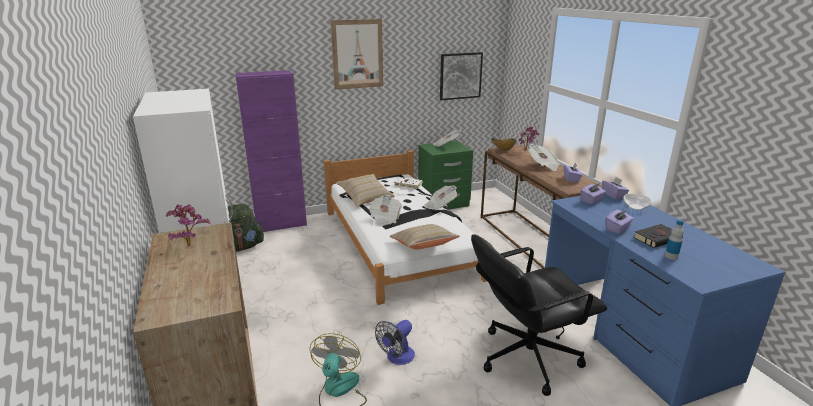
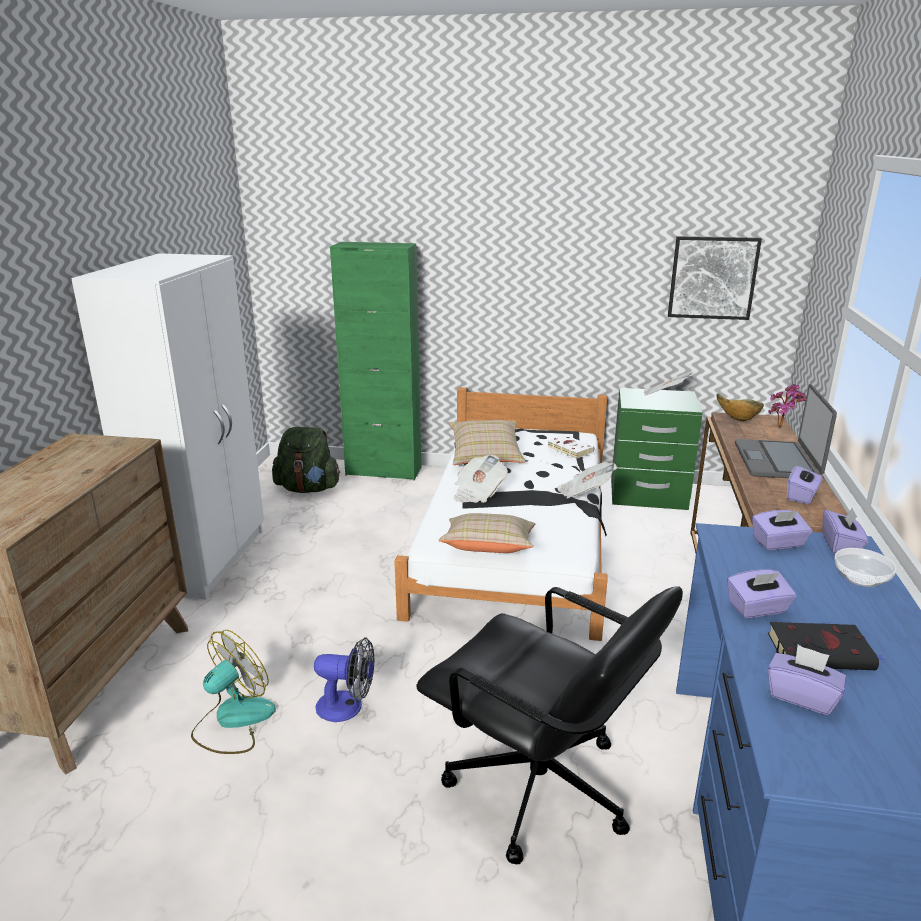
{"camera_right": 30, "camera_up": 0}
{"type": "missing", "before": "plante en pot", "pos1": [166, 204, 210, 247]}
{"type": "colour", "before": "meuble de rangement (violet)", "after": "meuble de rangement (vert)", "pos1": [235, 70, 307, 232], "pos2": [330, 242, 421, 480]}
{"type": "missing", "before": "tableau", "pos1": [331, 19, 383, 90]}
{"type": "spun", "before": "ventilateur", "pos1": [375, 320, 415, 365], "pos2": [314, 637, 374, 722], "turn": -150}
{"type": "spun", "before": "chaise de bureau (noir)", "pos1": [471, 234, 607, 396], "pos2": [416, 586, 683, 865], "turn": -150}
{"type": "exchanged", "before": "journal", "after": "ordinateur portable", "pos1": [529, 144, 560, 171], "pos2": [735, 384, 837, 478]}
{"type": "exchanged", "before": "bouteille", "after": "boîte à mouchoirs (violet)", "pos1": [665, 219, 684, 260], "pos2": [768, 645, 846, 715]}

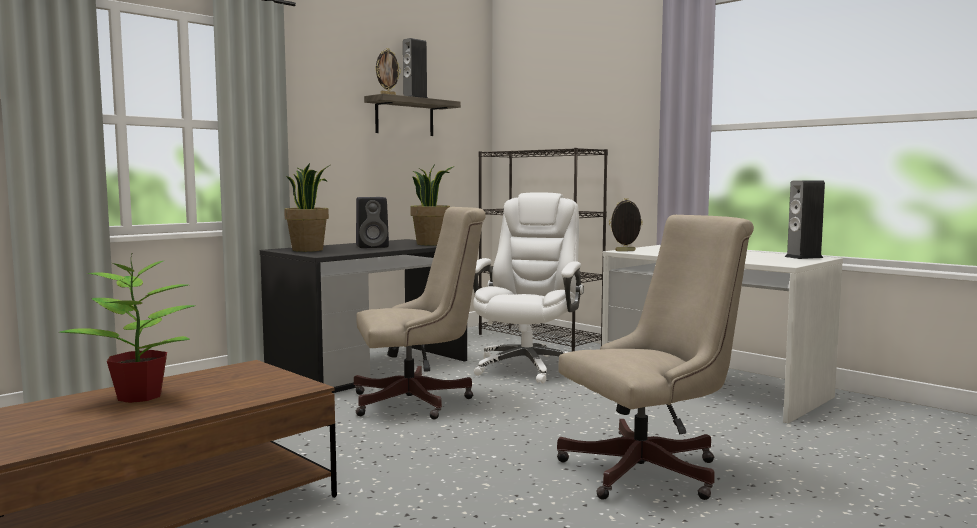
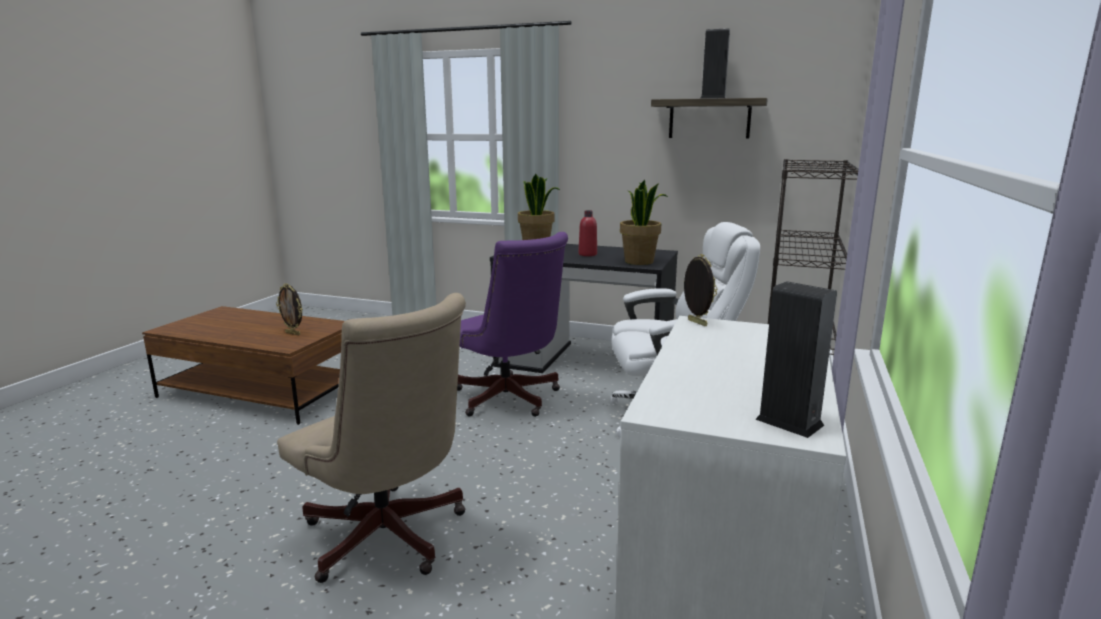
{"camera_right": 65, "camera_up": 10}
{"type": "missing", "before": "plante en pot", "pos1": [59, 252, 195, 403]}
{"type": "colour", "before": "chaise de bureau (beige)", "after": "chaise de bureau (violet)", "pos1": [354, 207, 486, 420], "pos2": [457, 232, 568, 417]}
{"type": "exchanged", "before": "enceinte (noir)", "after": "bouteille (rouge)", "pos1": [356, 197, 389, 248], "pos2": [578, 210, 597, 256]}
{"type": "relocated", "before": "cadre photo", "pos1": [375, 48, 401, 95], "pos2": [276, 283, 302, 335]}

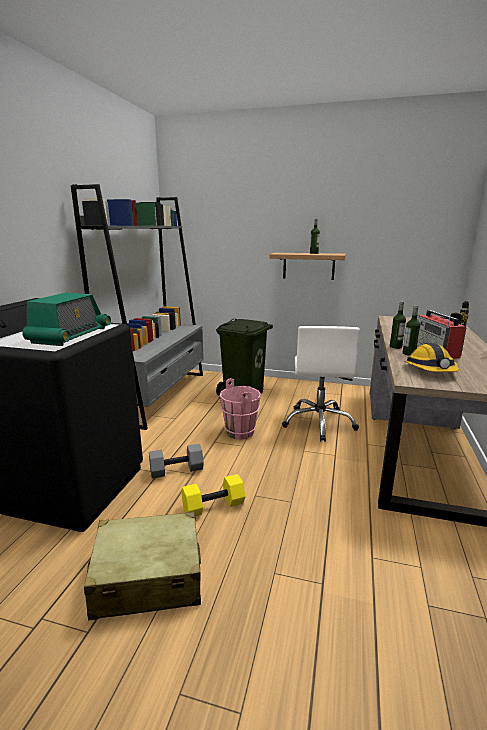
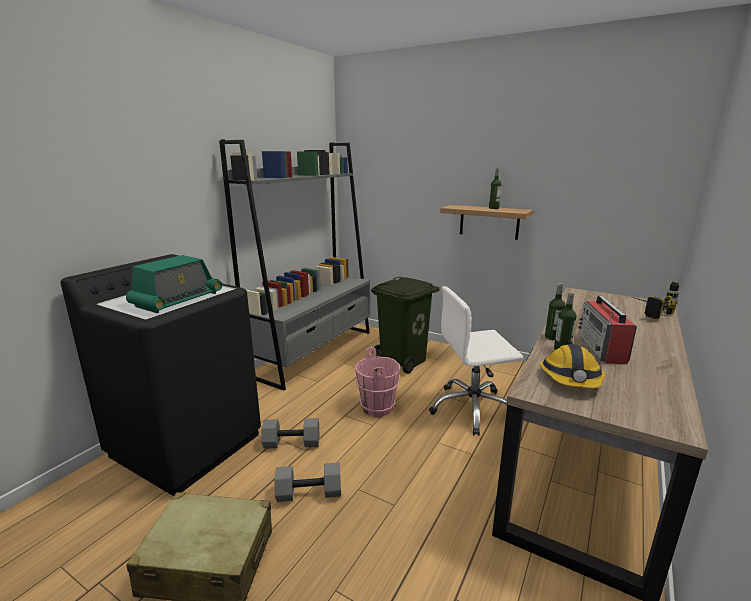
{"camera_right": 15, "camera_up": 0}
{"type": "colour", "before": "haltère (jaune)", "after": "haltère (gris)", "pos1": [181, 474, 245, 516], "pos2": [275, 462, 341, 502]}
{"type": "spun", "before": "chaise de bureau (blanc)", "pos1": [282, 326, 360, 442], "pos2": [429, 286, 523, 436], "turn": 60}

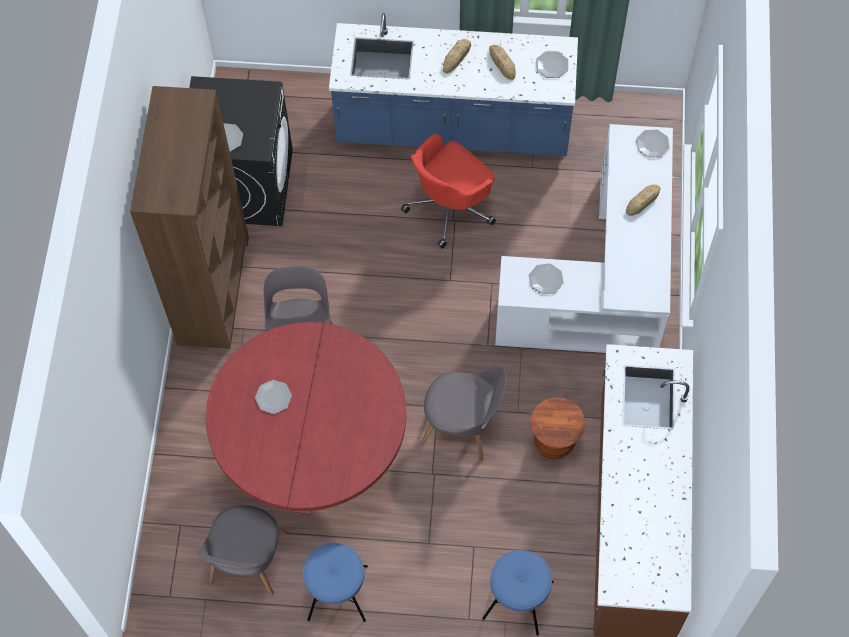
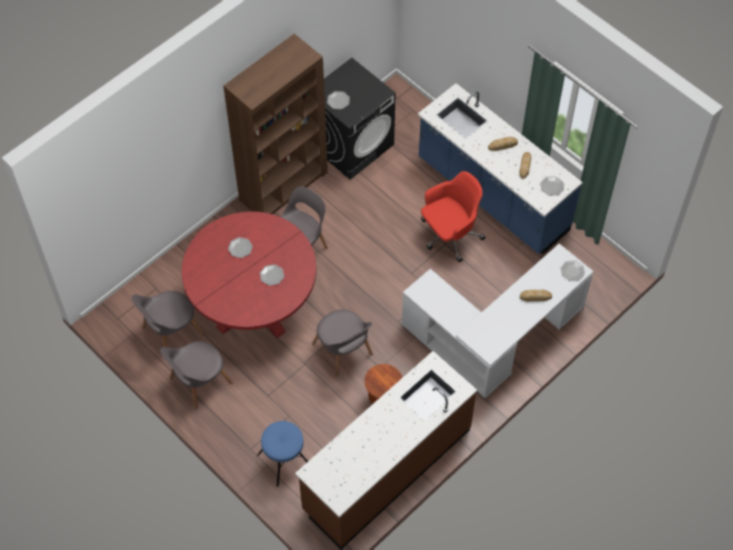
{"camera_right": 40, "camera_up": -5}
{"type": "exchanged", "before": "tabouret (bleu)", "after": "chaise (gris)", "pos1": [303, 543, 368, 622], "pos2": [160, 341, 232, 409]}
{"type": "spun", "before": "chaise de bureau (rouge)", "pos1": [401, 133, 496, 249], "pos2": [421, 171, 486, 262], "turn": 150}
{"type": "relocated", "before": "assiette", "pos1": [529, 263, 564, 294], "pos2": [260, 264, 284, 286]}

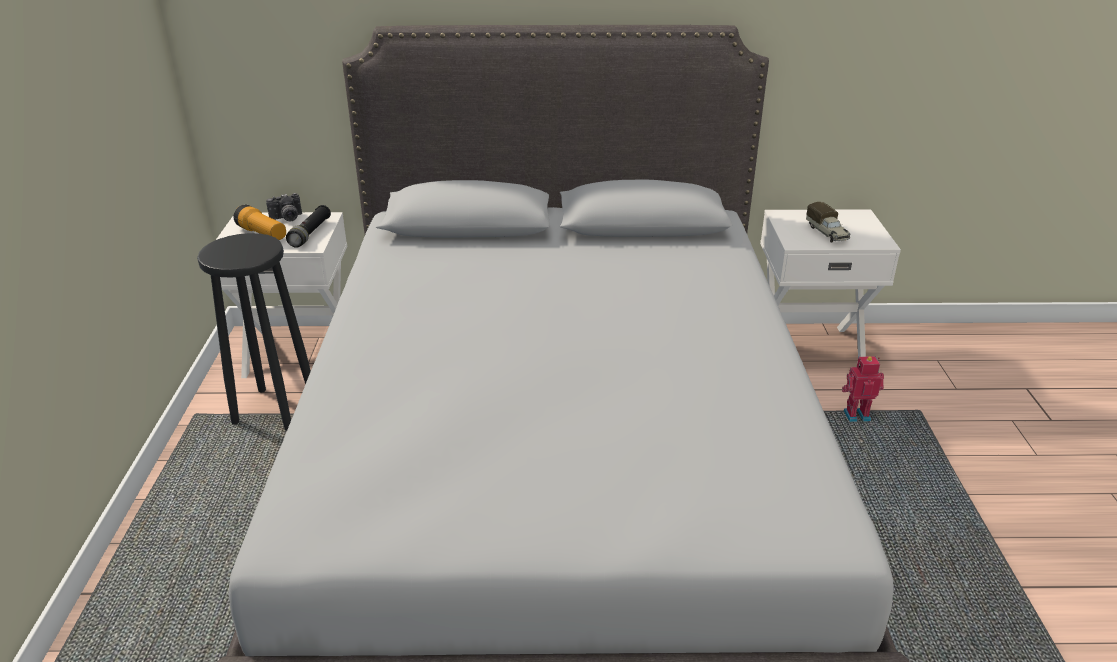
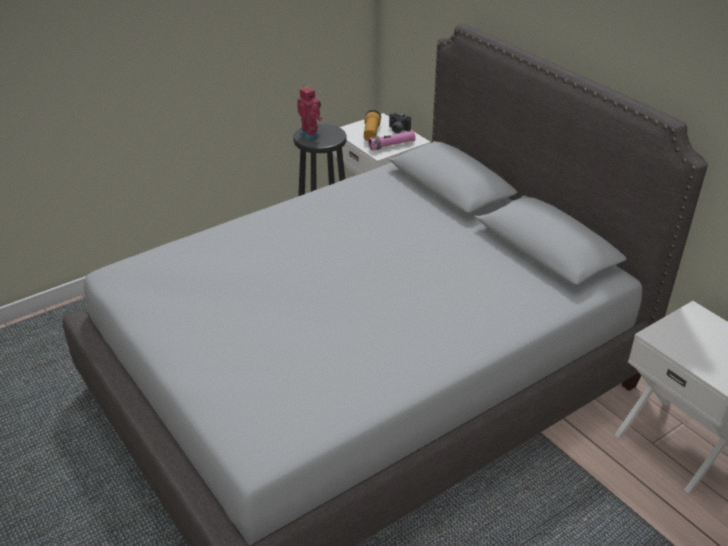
{"camera_right": 55, "camera_up": 5}
{"type": "colour", "before": "lampe de poche (noir)", "after": "lampe de poche (rose)", "pos1": [286, 205, 331, 248], "pos2": [368, 130, 416, 150]}
{"type": "missing", "before": "camion jouet", "pos1": [806, 202, 851, 243]}
{"type": "relocated", "before": "robot jouet", "pos1": [842, 356, 884, 422], "pos2": [297, 85, 322, 140]}

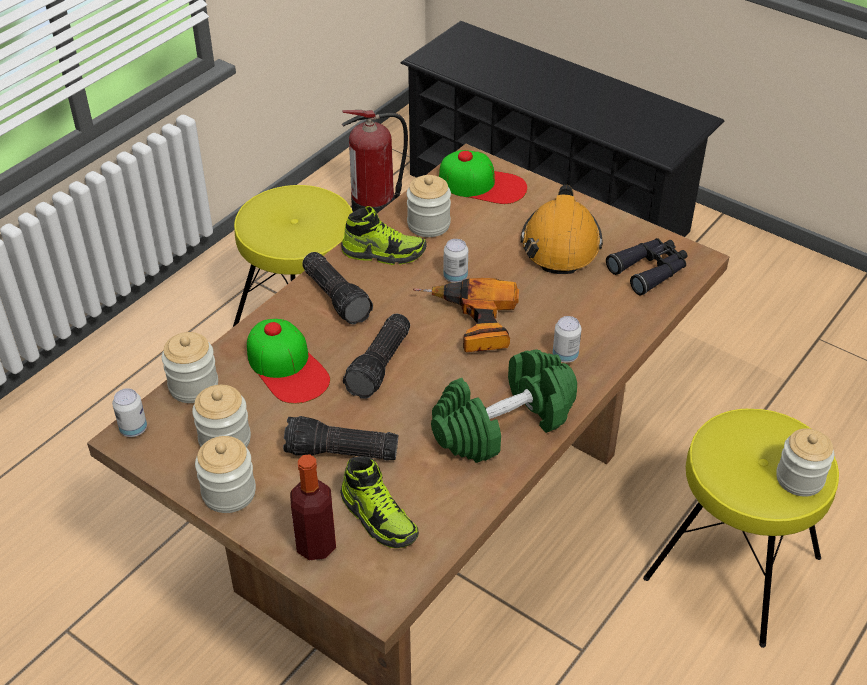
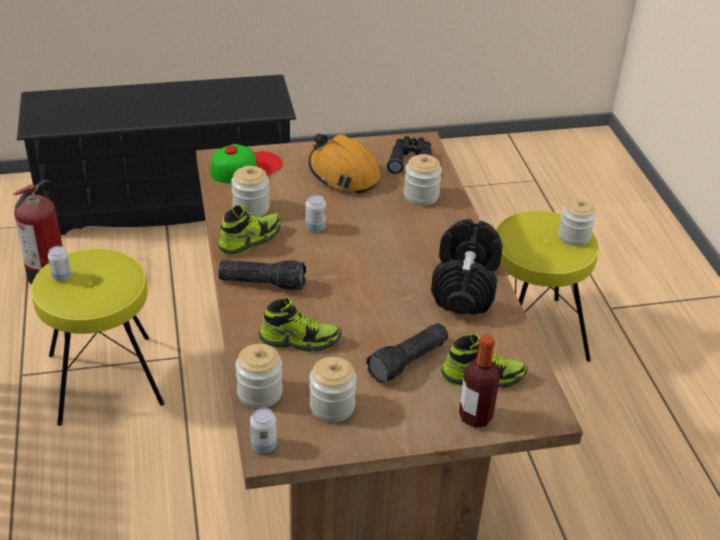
{"camera_right": -50, "camera_up": -5}
{"type": "relocated", "before": "bocal", "pos1": [195, 436, 256, 513], "pos2": [404, 154, 442, 206]}
{"type": "exchanged", "before": "casquette", "after": "chaussure", "pos1": [247, 319, 330, 404], "pos2": [259, 297, 342, 353]}
{"type": "missing", "before": "lampe de poche", "pos1": [343, 314, 410, 399]}
{"type": "missing", "before": "perceuse", "pos1": [413, 278, 519, 352]}
{"type": "colour", "before": "haltère (vert)", "after": "haltère (noir)", "pos1": [431, 349, 577, 463], "pos2": [431, 219, 503, 315]}
{"type": "relocated", "before": "boîte métallique", "pos1": [553, 316, 582, 363], "pos2": [48, 246, 71, 281]}

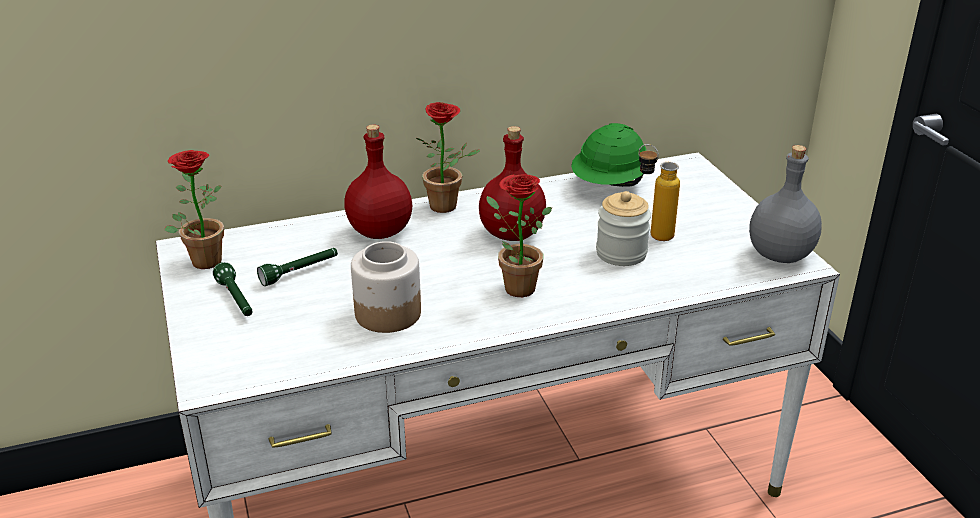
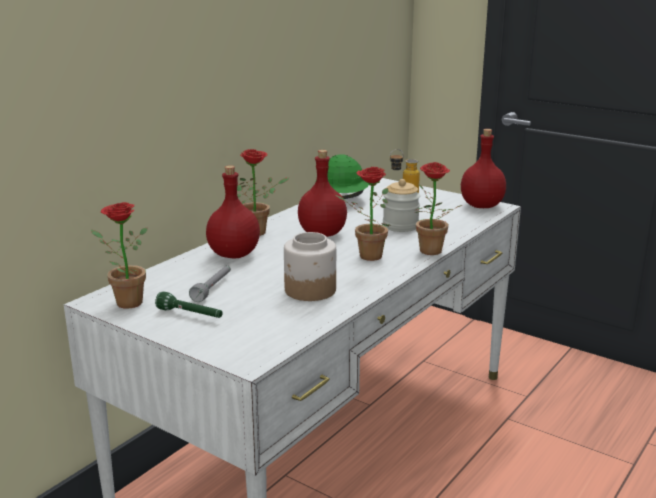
{"camera_right": -35, "camera_up": -10}
{"type": "colour", "before": "lampe de poche (vert)", "after": "lampe de poche (gris)", "pos1": [257, 248, 338, 286], "pos2": [189, 265, 231, 302]}
{"type": "colour", "before": "bouteille (gris)", "after": "bouteille (rouge)", "pos1": [749, 145, 822, 263], "pos2": [461, 129, 506, 208]}
{"type": "appeared", "after": "plante en pot", "pos2": [414, 162, 462, 255]}

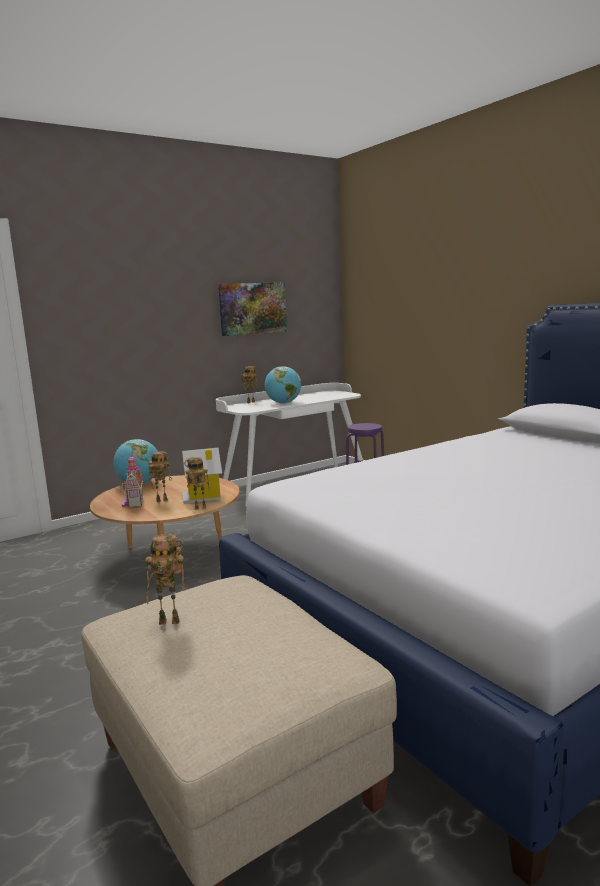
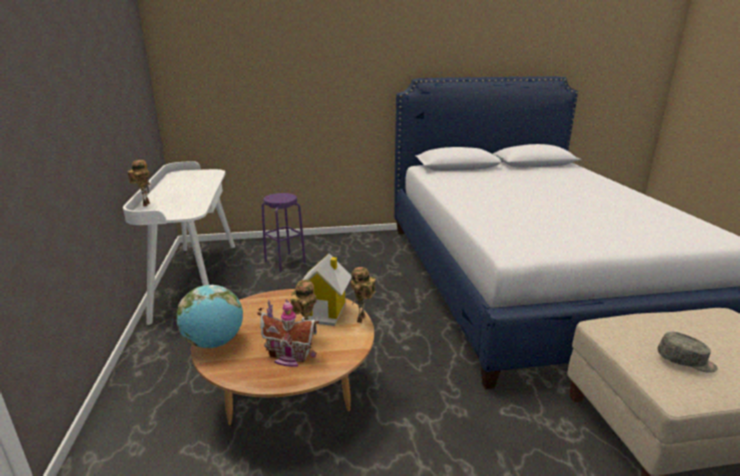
{"camera_right": -65, "camera_up": 10}
{"type": "exchanged", "before": "robot jouet", "after": "casquette (gris)", "pos1": [145, 534, 185, 625], "pos2": [658, 332, 718, 373]}
{"type": "missing", "before": "tableau", "pos1": [218, 283, 287, 336]}
{"type": "missing", "before": "globe", "pos1": [265, 366, 301, 404]}

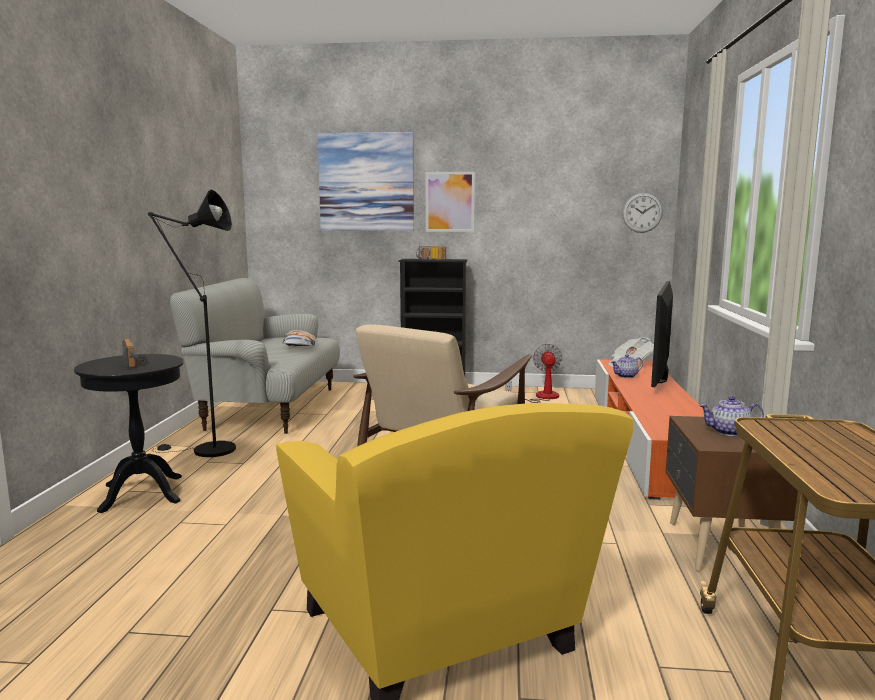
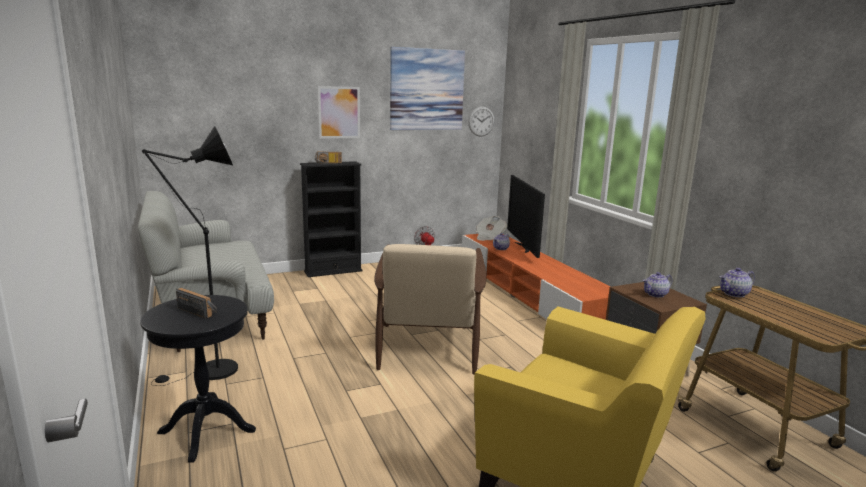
{"camera_right": -30, "camera_up": 5}
{"type": "missing", "before": "coussin", "pos1": [283, 330, 317, 346]}
{"type": "relocated", "before": "tableau", "pos1": [318, 132, 414, 231], "pos2": [390, 47, 465, 130]}
{"type": "appeared", "after": "théière", "pos2": [719, 268, 755, 297]}

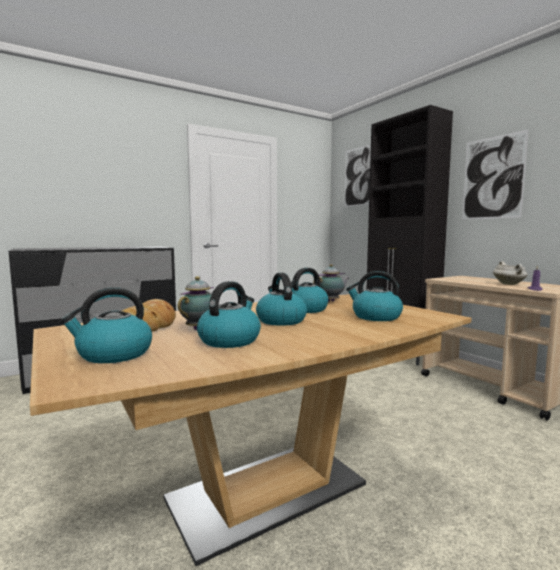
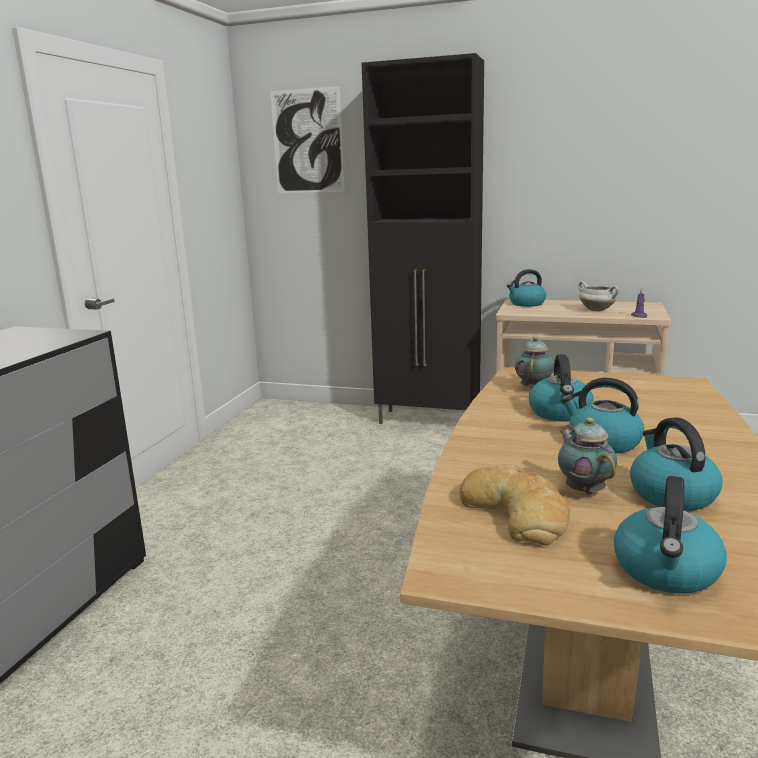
{"camera_right": -40, "camera_up": 10}
{"type": "relocated", "before": "bouilloire", "pos1": [346, 271, 403, 321], "pos2": [507, 269, 546, 307]}
{"type": "missing", "before": "tableau", "pos1": [462, 129, 529, 220]}

